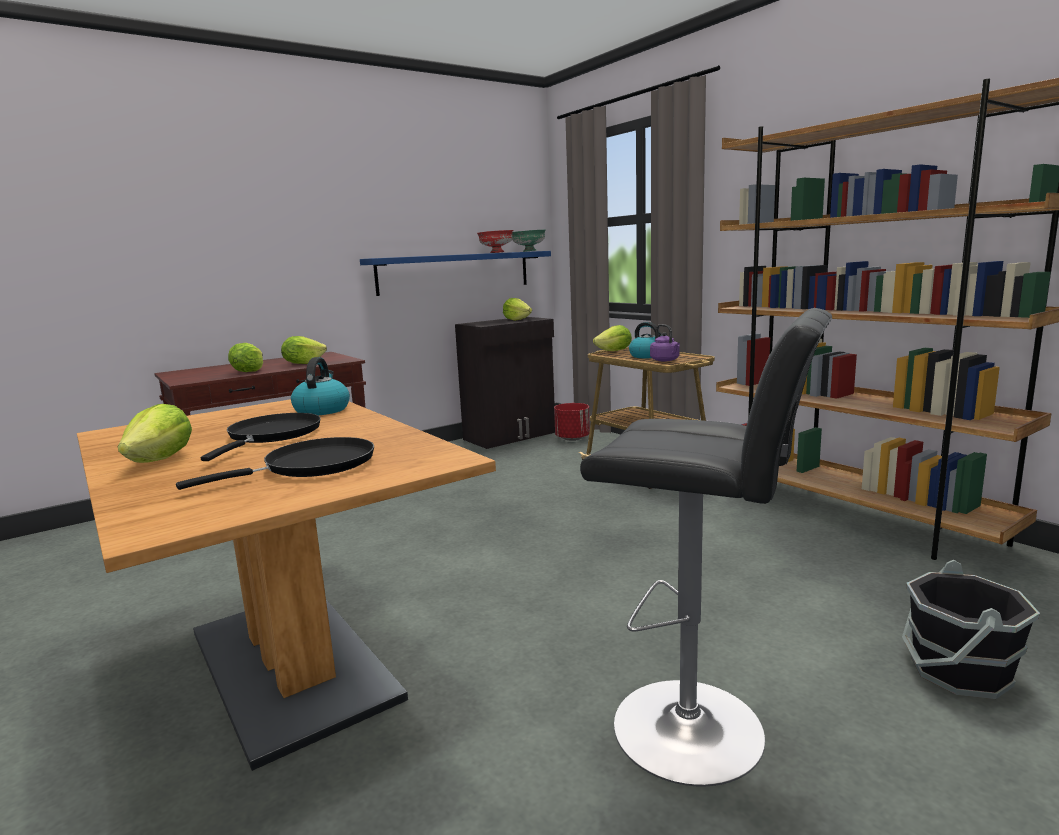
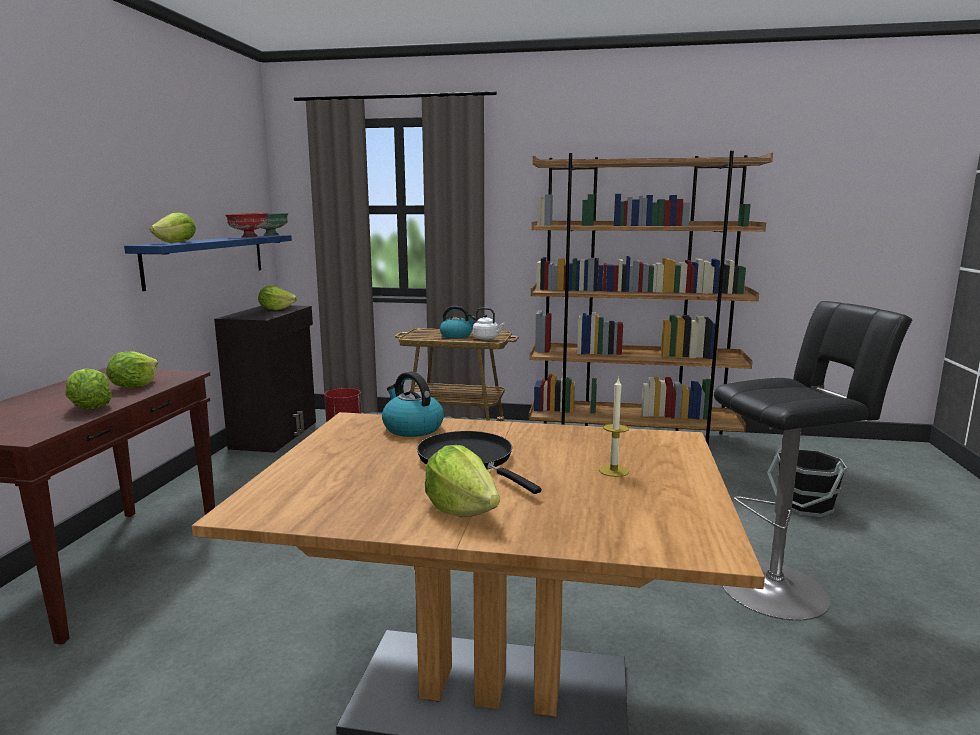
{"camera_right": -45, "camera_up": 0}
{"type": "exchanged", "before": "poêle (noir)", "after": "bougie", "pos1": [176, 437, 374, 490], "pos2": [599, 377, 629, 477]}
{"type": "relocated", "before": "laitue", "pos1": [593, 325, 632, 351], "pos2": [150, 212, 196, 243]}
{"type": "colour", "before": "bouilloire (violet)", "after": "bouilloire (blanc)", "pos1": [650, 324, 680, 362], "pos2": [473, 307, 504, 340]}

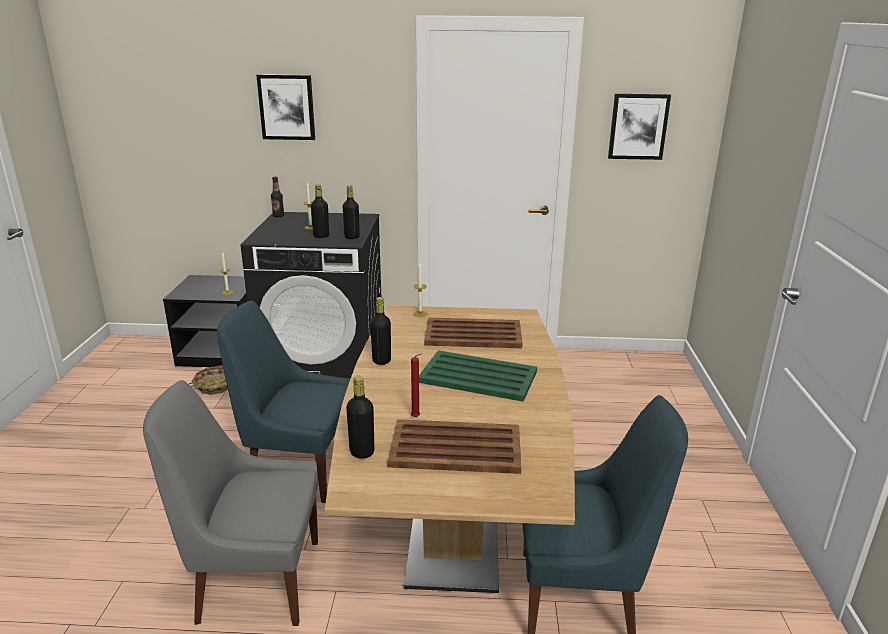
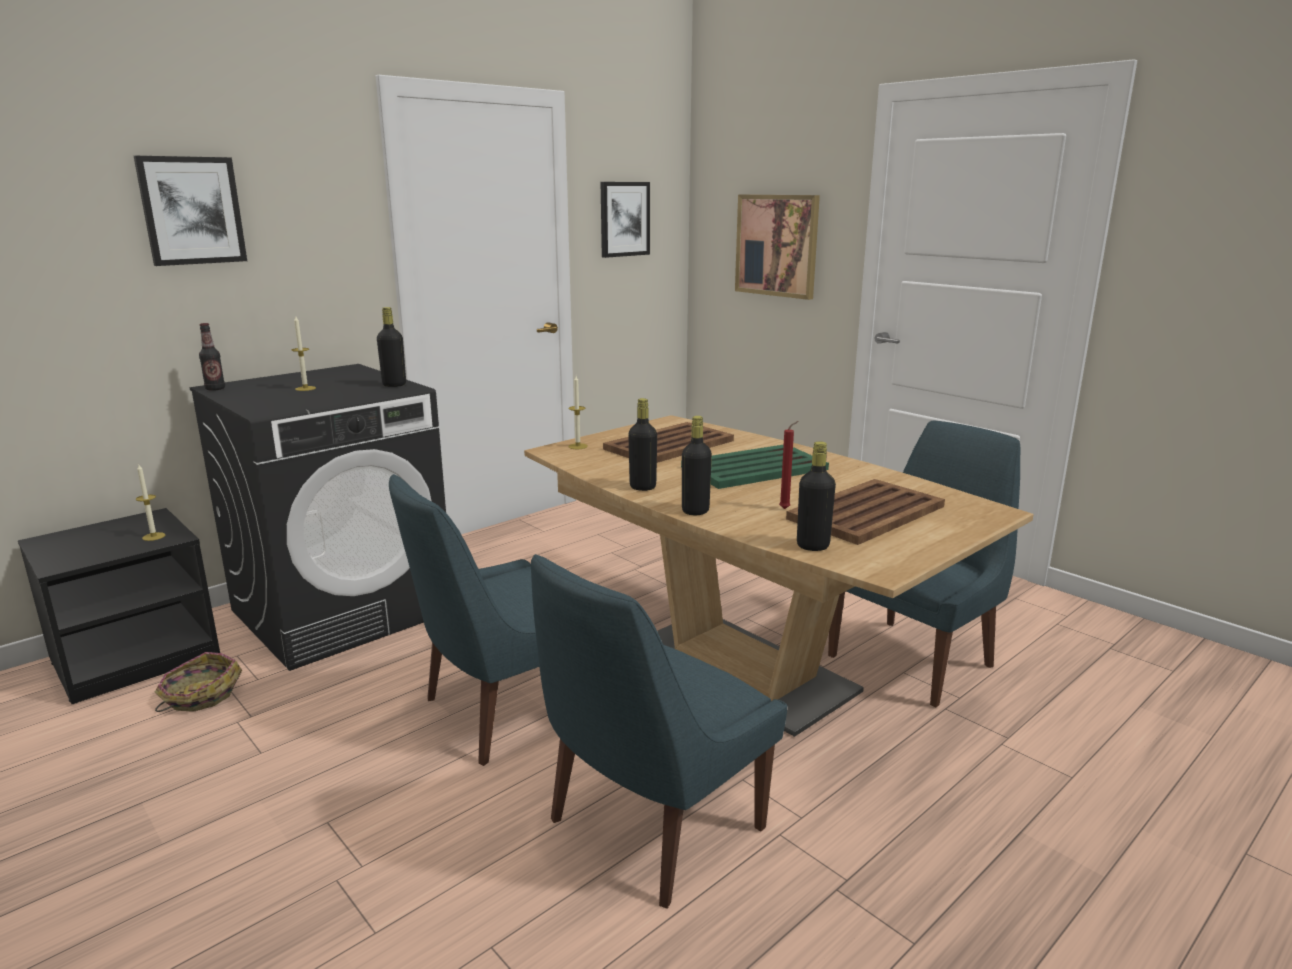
{"camera_right": -45, "camera_up": -5}
{"type": "colour", "before": "chaise (gris)", "after": "chaise (bleu)", "pos1": [143, 380, 318, 626], "pos2": [531, 554, 787, 909]}
{"type": "relocated", "before": "bouteille (noir)", "pos1": [311, 185, 329, 238], "pos2": [682, 416, 712, 515]}
{"type": "appeared", "after": "tableau", "pos2": [735, 194, 820, 300]}

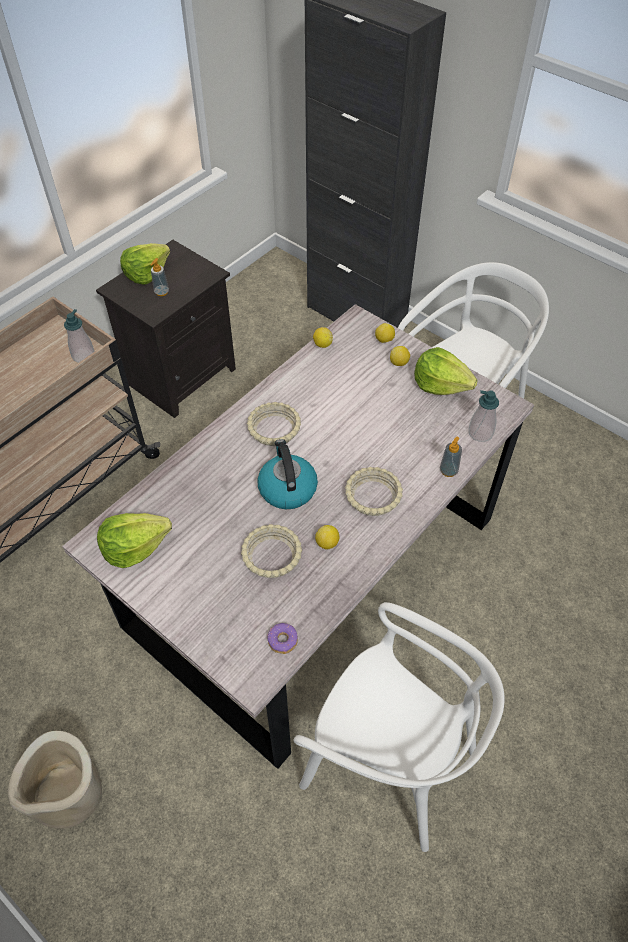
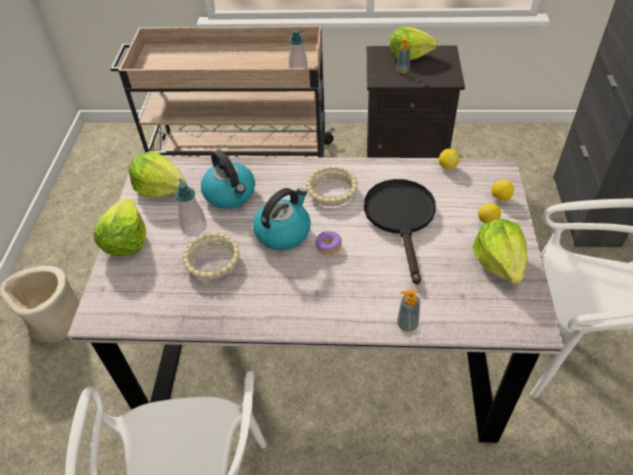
{"camera_right": 55, "camera_up": -5}
{"type": "relocated", "before": "beignet", "pos1": [267, 623, 298, 654], "pos2": [315, 230, 342, 255]}
{"type": "missing", "before": "citron", "pos1": [315, 525, 339, 550]}
{"type": "missing", "before": "bol (beige)", "pos1": [345, 467, 403, 516]}
{"type": "relocated", "before": "distributeur de savon", "pos1": [468, 390, 499, 442], "pos2": [175, 178, 207, 236]}
{"type": "appeared", "after": "laitue", "pos2": [94, 198, 146, 256]}
{"type": "appeared", "after": "bouilloire", "pos2": [201, 150, 255, 209]}
{"type": "appeared", "after": "poêle (noir)", "pos2": [364, 179, 436, 285]}

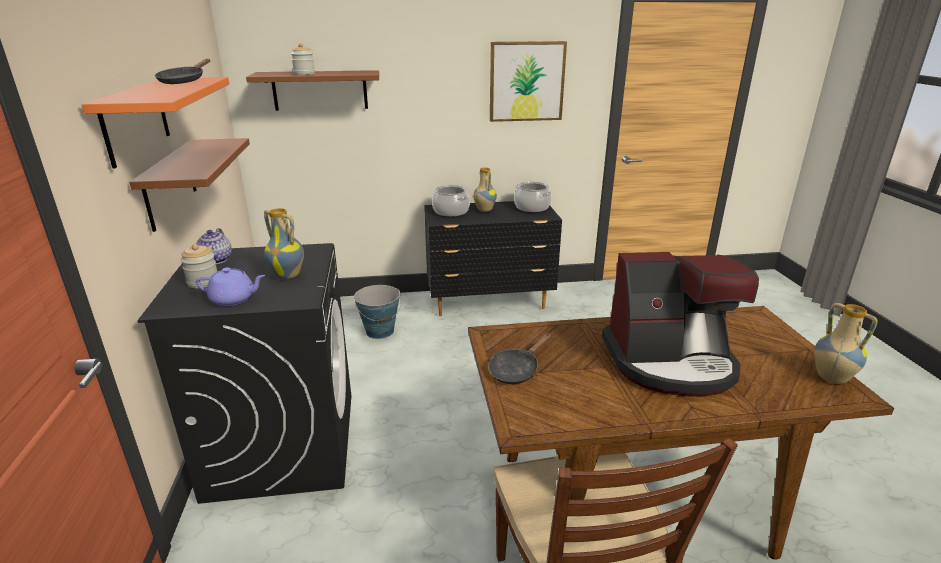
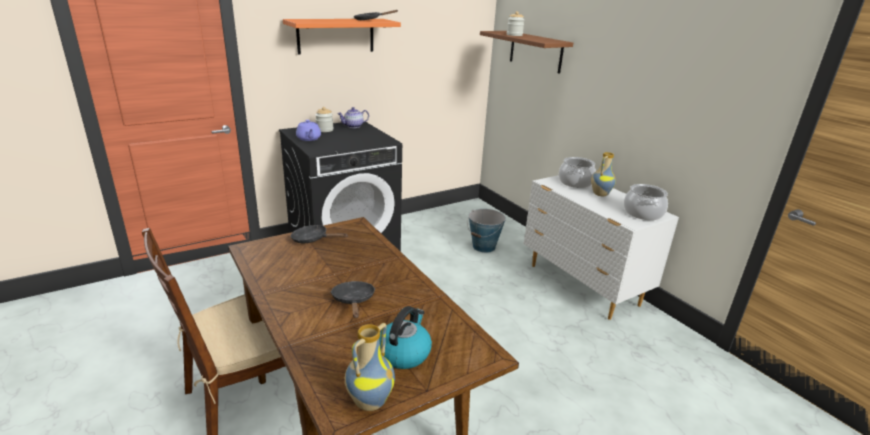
{"camera_right": 65, "camera_up": 0}
{"type": "missing", "before": "étagère (marron)", "pos1": [129, 138, 250, 232]}
{"type": "missing", "before": "vase", "pos1": [264, 208, 304, 279]}
{"type": "colour", "before": "commode (noir)", "after": "commode (blanc)", "pos1": [424, 201, 562, 316], "pos2": [524, 175, 679, 320]}
{"type": "missing", "before": "tableau", "pos1": [490, 41, 567, 122]}
{"type": "exchanged", "before": "machine à café", "after": "poêle (noir)", "pos1": [602, 252, 759, 397], "pos2": [331, 281, 376, 318]}
{"type": "appeared", "after": "bouilloire", "pos2": [379, 306, 432, 369]}

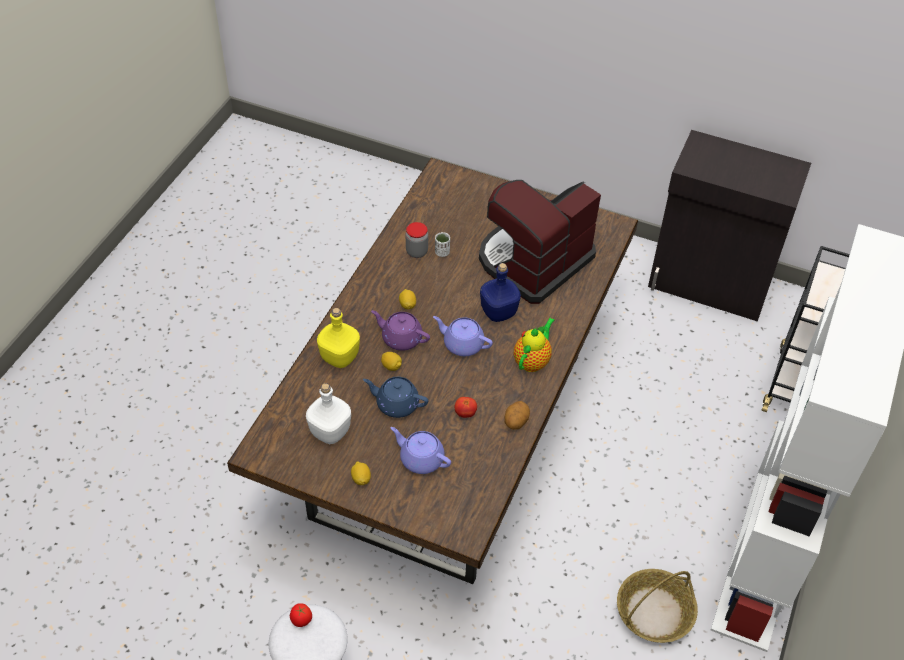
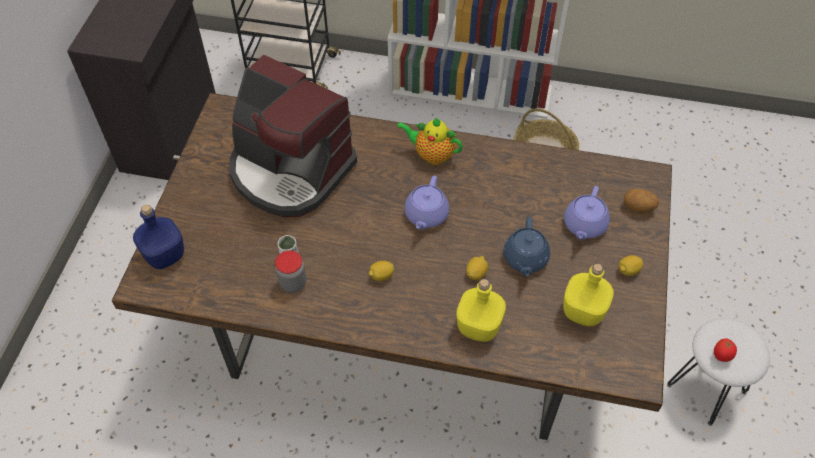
{"camera_right": -100, "camera_up": 5}
{"type": "colour", "before": "bouteille (blanc)", "after": "bouteille (jaune)", "pos1": [306, 383, 351, 444], "pos2": [563, 263, 614, 326]}
{"type": "missing", "before": "théière (violet)", "pos1": [371, 310, 430, 351]}
{"type": "missing", "before": "tomate", "pos1": [455, 397, 477, 418]}
{"type": "relocated", "before": "bouteille (bleu)", "pos1": [480, 263, 521, 322], "pos2": [133, 205, 184, 269]}
{"type": "relocated", "before": "pomme de terre", "pos1": [504, 401, 530, 430], "pos2": [624, 189, 659, 212]}

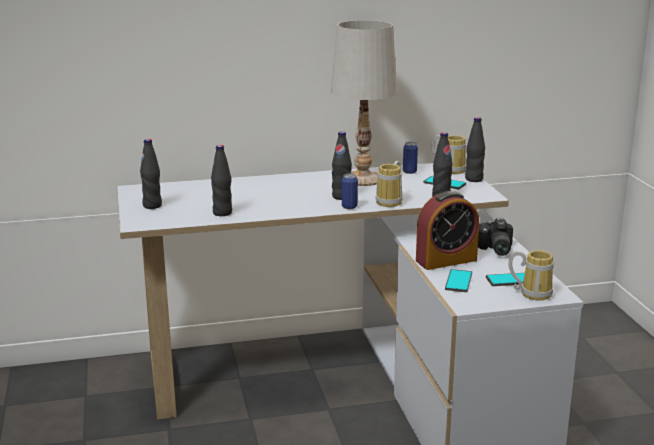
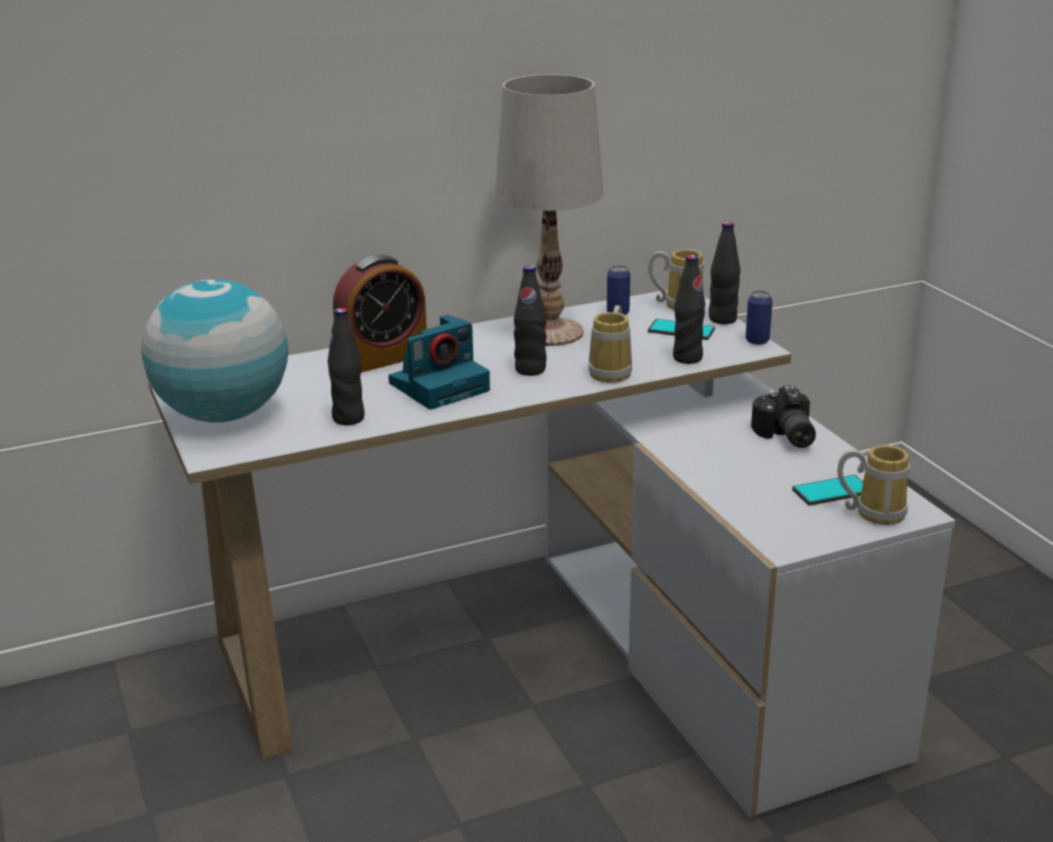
{"camera_right": -10, "camera_up": 5}
{"type": "exchanged", "before": "bouteille (noir)", "after": "globe", "pos1": [140, 139, 162, 209], "pos2": [141, 279, 288, 423]}
{"type": "relocated", "before": "boîte métallique", "pos1": [342, 174, 358, 209], "pos2": [746, 290, 773, 345]}
{"type": "relocated", "before": "réveil", "pos1": [416, 191, 479, 270], "pos2": [333, 255, 427, 373]}
{"type": "missing", "before": "téléphone", "pos1": [445, 269, 472, 292]}
{"type": "appeared", "after": "appareil photo", "pos2": [388, 314, 490, 410]}

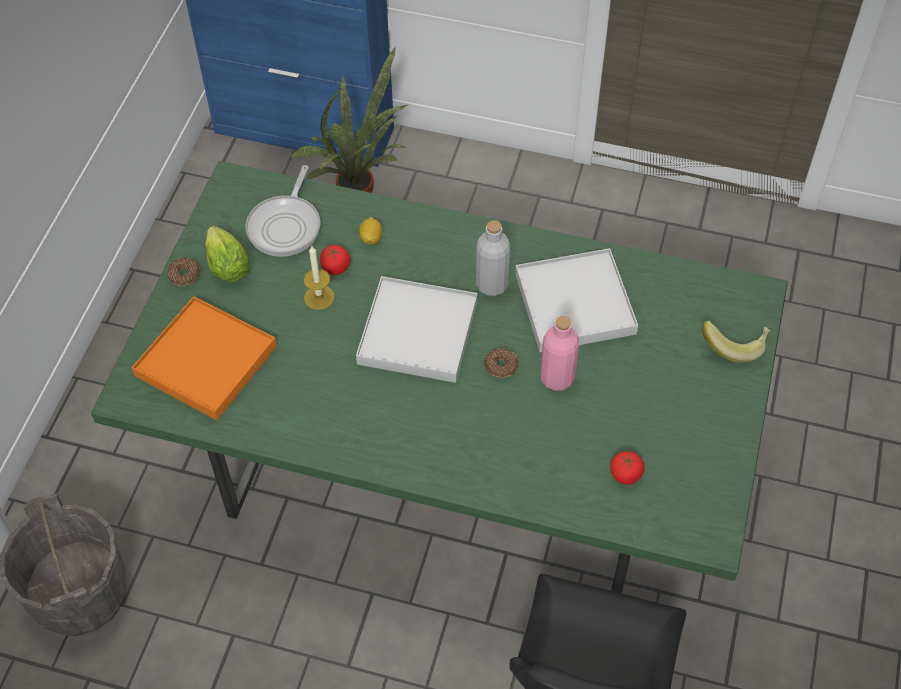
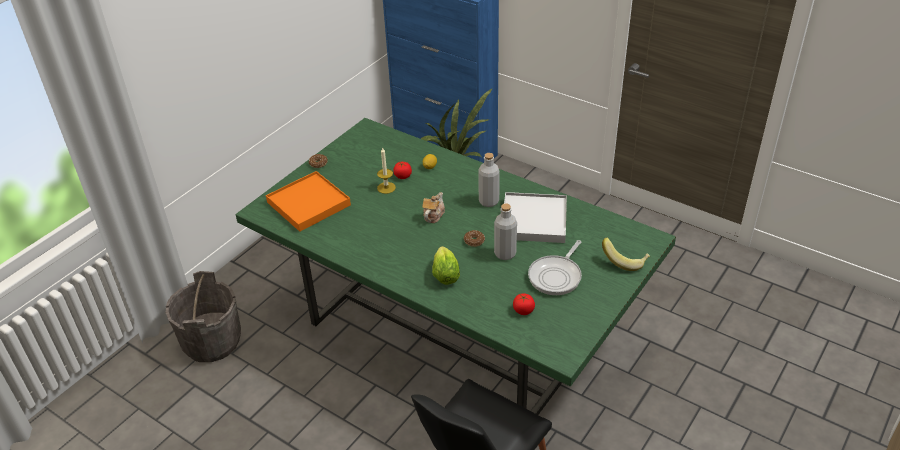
{"camera_right": 20, "camera_up": -15}
{"type": "relocated", "before": "laitue", "pos1": [205, 226, 250, 282], "pos2": [432, 246, 460, 285]}
{"type": "relocated", "before": "poêle", "pos1": [245, 165, 320, 257], "pos2": [528, 240, 582, 295]}
{"type": "exchanged", "before": "plateau (blanc)", "after": "théière", "pos1": [356, 276, 477, 383], "pos2": [422, 192, 445, 223]}
{"type": "colour", "before": "bouteille (rose)", "after": "bouteille (gris)", "pos1": [540, 316, 579, 391], "pos2": [494, 203, 517, 260]}

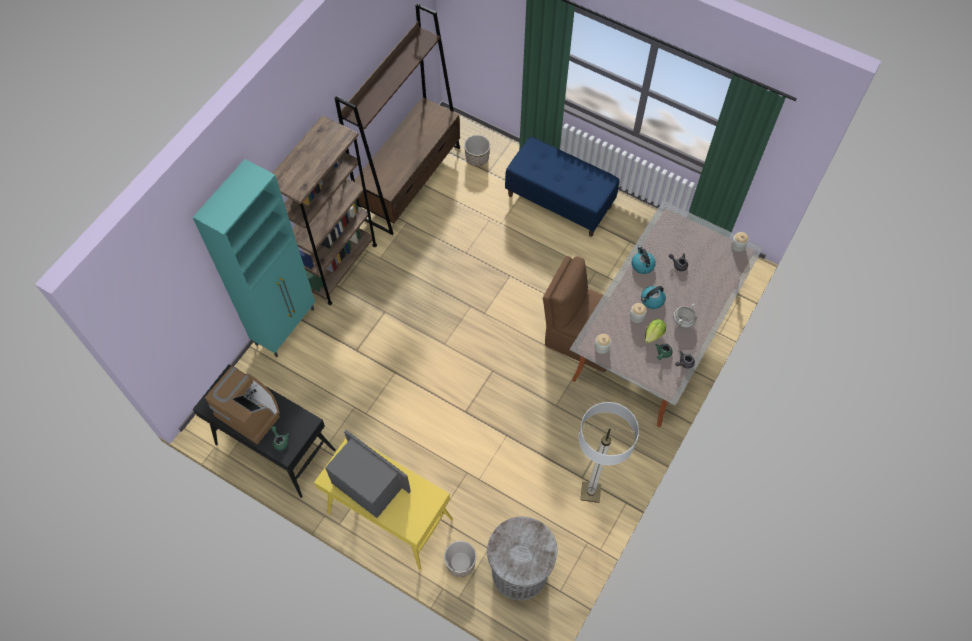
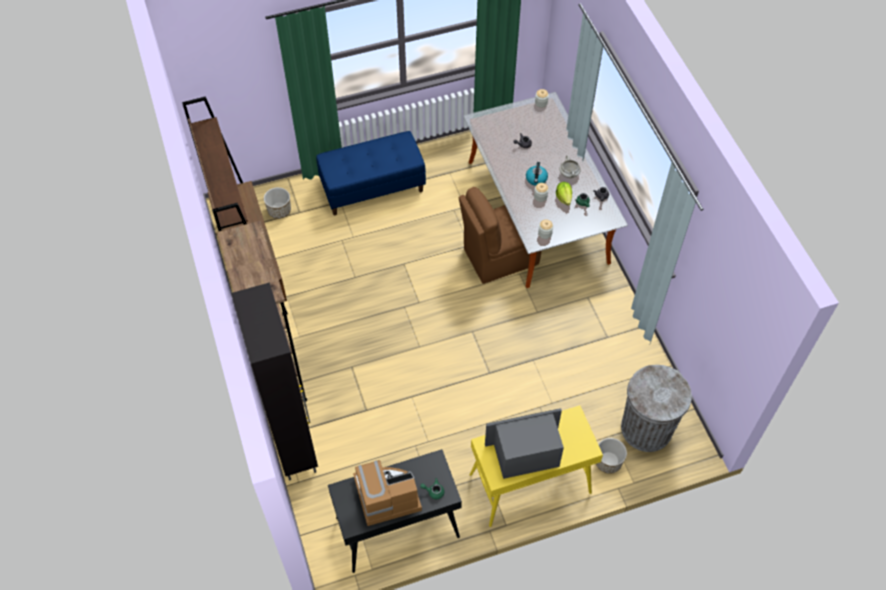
{"camera_right": -50, "camera_up": -5}
{"type": "colour", "before": "meuble de rangement (turquoise)", "after": "meuble de rangement (noir)", "pos1": [193, 159, 315, 357], "pos2": [231, 282, 318, 481]}
{"type": "missing", "before": "lampadaire", "pos1": [579, 402, 639, 503]}
{"type": "missing", "before": "bouilloire", "pos1": [632, 246, 656, 274]}

